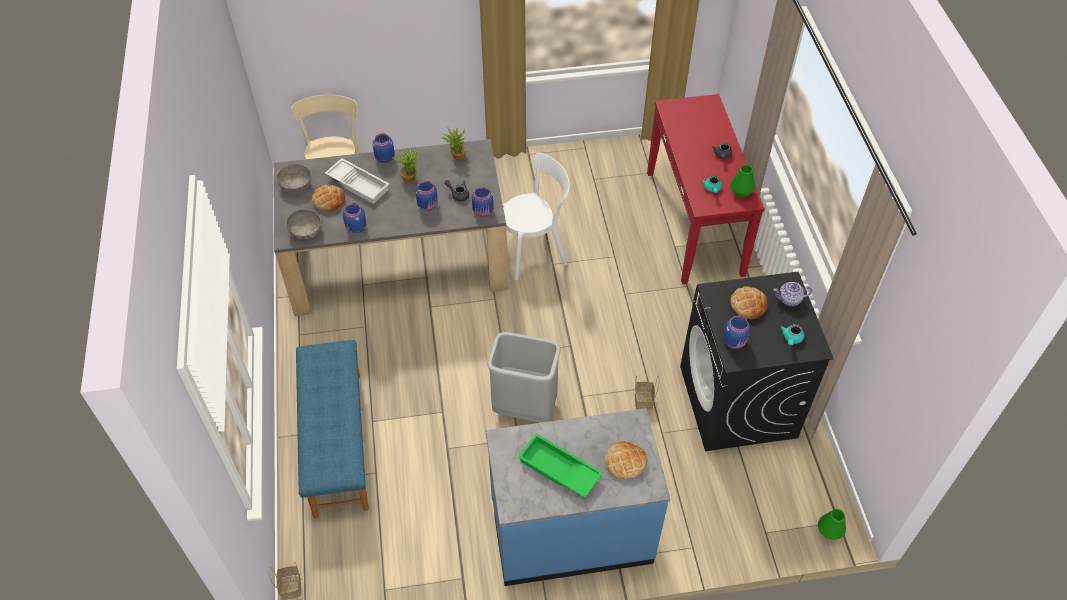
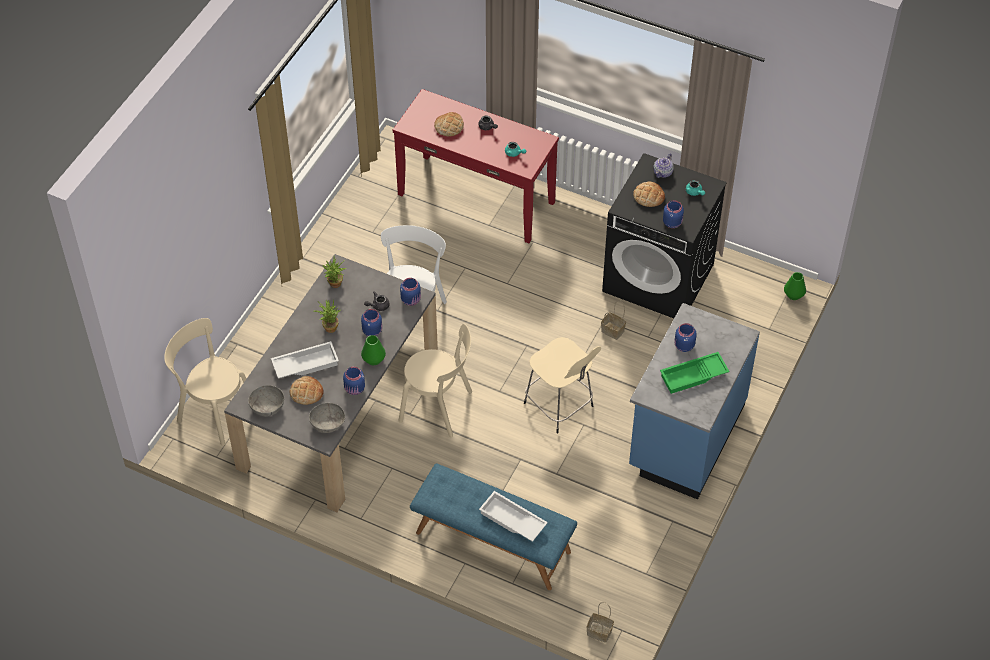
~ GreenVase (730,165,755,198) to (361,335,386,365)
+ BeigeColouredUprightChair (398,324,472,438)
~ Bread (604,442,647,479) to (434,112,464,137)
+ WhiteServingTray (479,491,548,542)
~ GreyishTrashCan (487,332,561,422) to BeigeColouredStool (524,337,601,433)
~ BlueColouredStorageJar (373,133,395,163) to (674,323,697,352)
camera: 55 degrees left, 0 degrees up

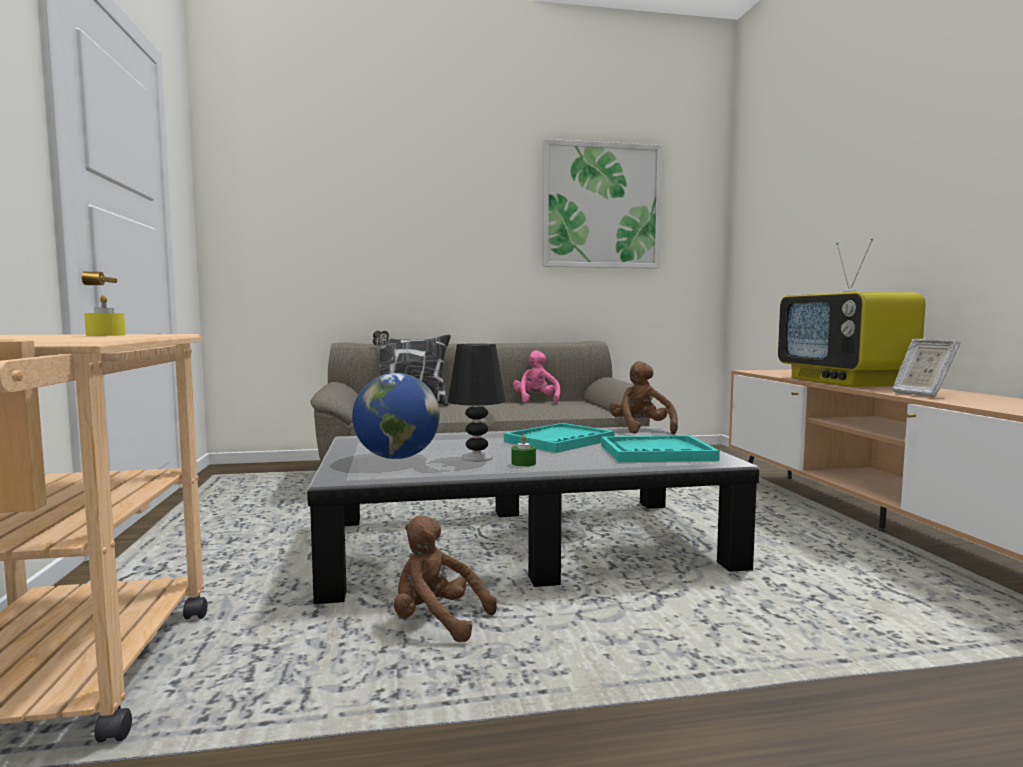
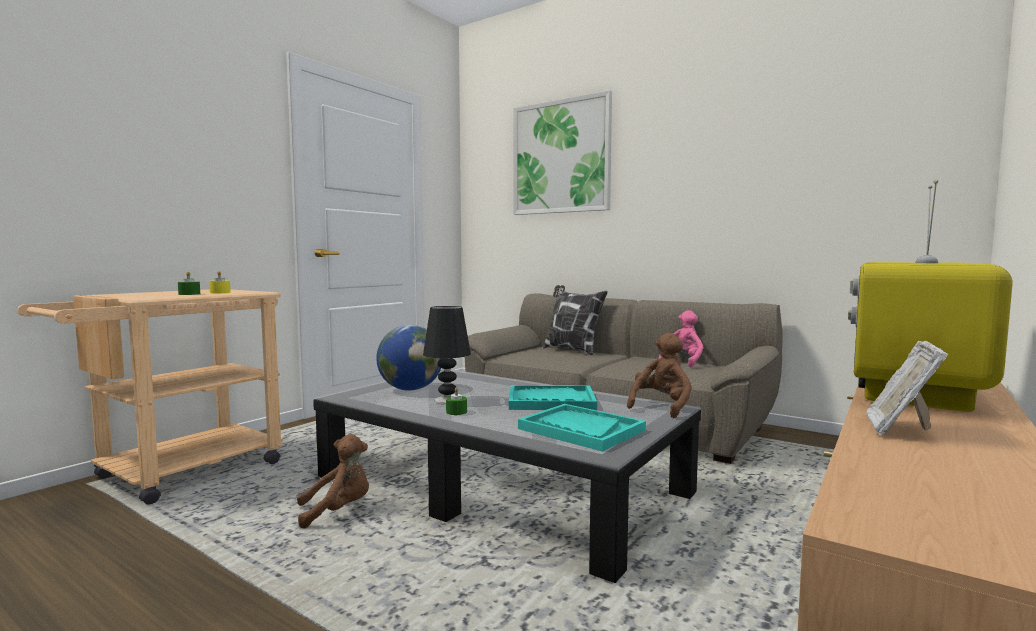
+ GreenWaxCandle (178,271,200,295)
~ BrownishSoftToy (394,515,497,642) = (297,434,369,528) 90 degrees clockwise
~ Picture (542,139,663,269) to (513,90,612,215)
camera: 45 degrees right, 0 degrees up

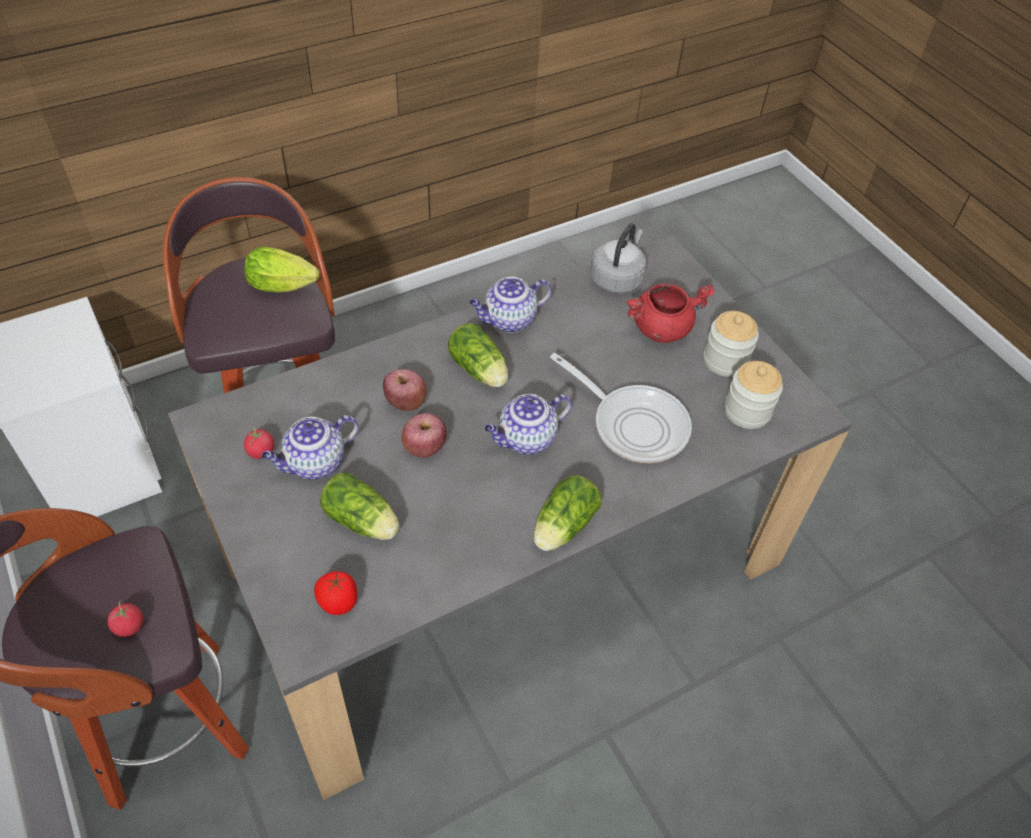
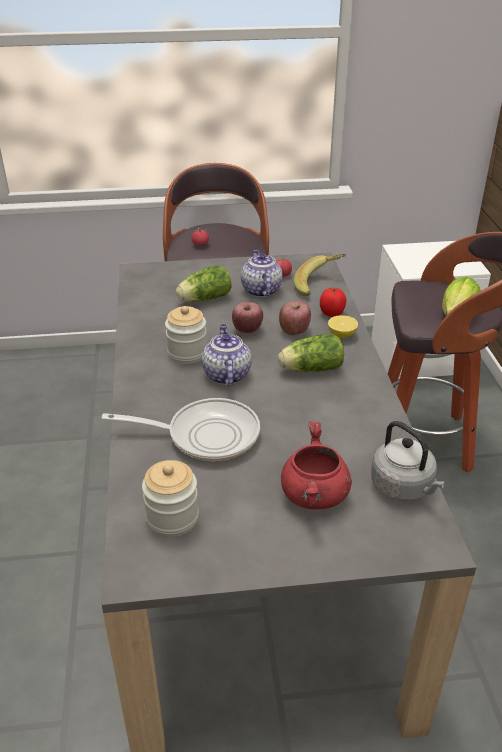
~ FryingPan (550,353,692,463) = (102,398,260,461) 150 degrees counterclockwise
~ StorageJar (703,311,759,377) to (165,306,207,364)
+ BananaFruit (294,254,346,296)
~ Tomato (314,571,357,615) to (320,288,346,317)
+ CitrusFruit (328,315,358,338)
- Teapot (469,277,552,333)
- Lettuce (534,475,602,551)
camera: 115 degrees right, 15 degrees down

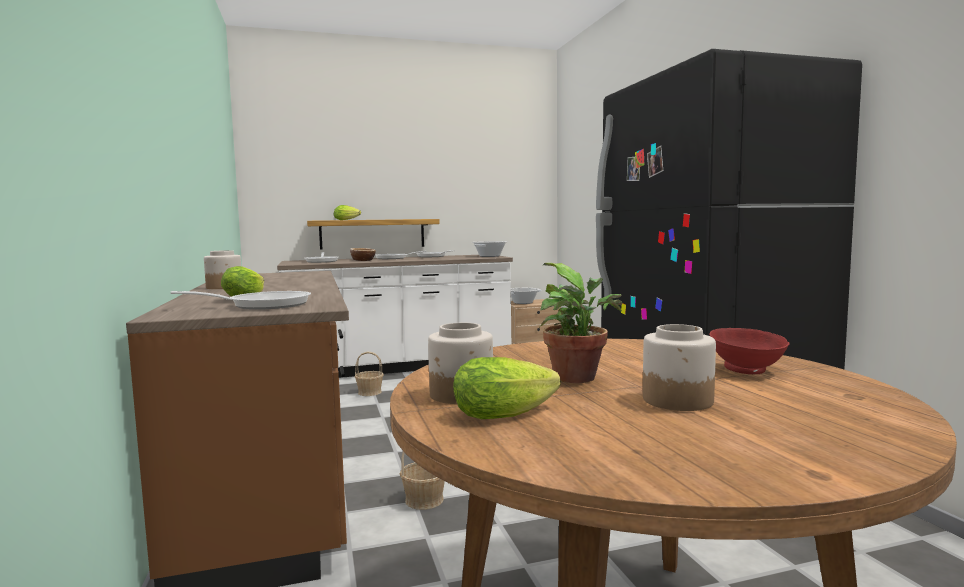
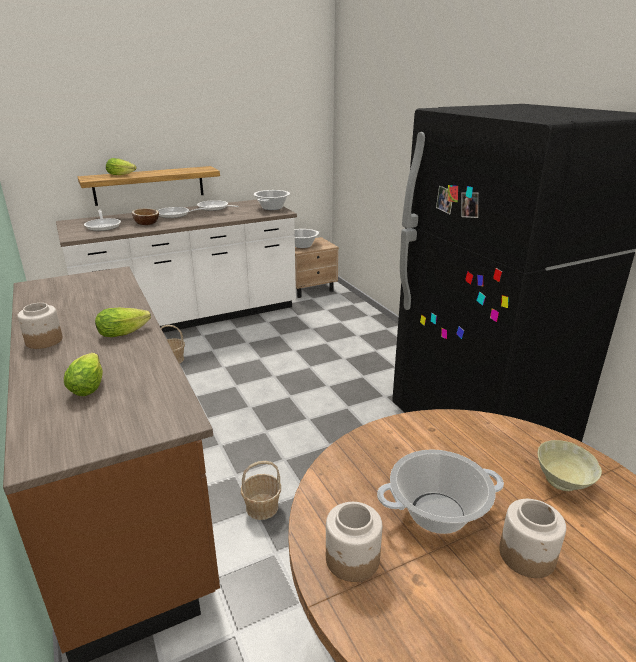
~ Lettuce (453,357,561,419) to (95,308,151,337)
~ PlantInAPot (539,263,623,383) to Saucepot (377,449,504,534)
~ RedColouredDeepDish (709,328,789,374) to BeigeColouredDeepDish (538,440,602,491)
- FryingPan (170,291,311,310)
camera: 10 degrees left, 20 degrees up

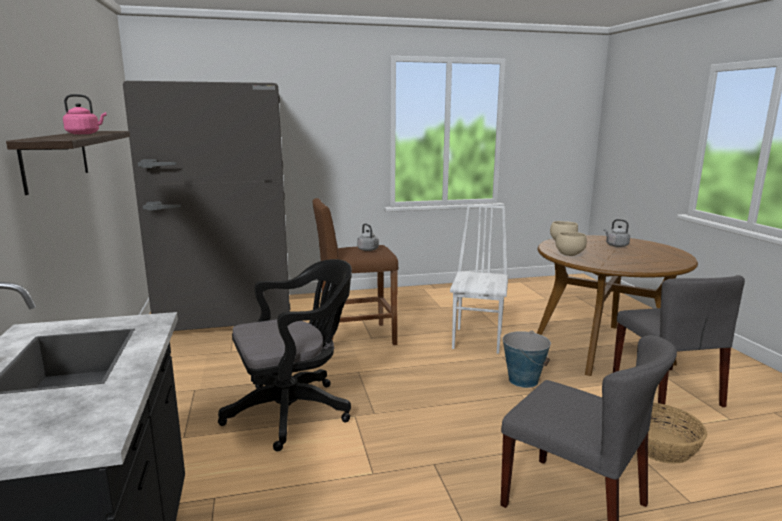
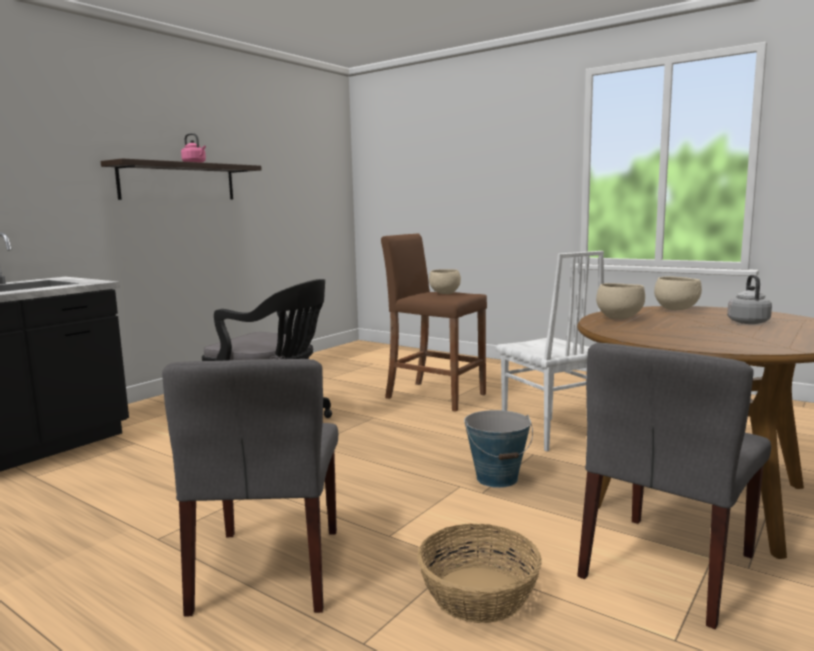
~ GreyishKettle (357,223,379,251) to BeigeColouredDeepDish (429,269,461,294)
~ WhiteUprightChair (450,205,509,354) = (495,251,604,451) 90 degrees clockwise
- GreyishRefrigerator (123,81,290,331)
camera: 50 degrees right, 5 degrees down

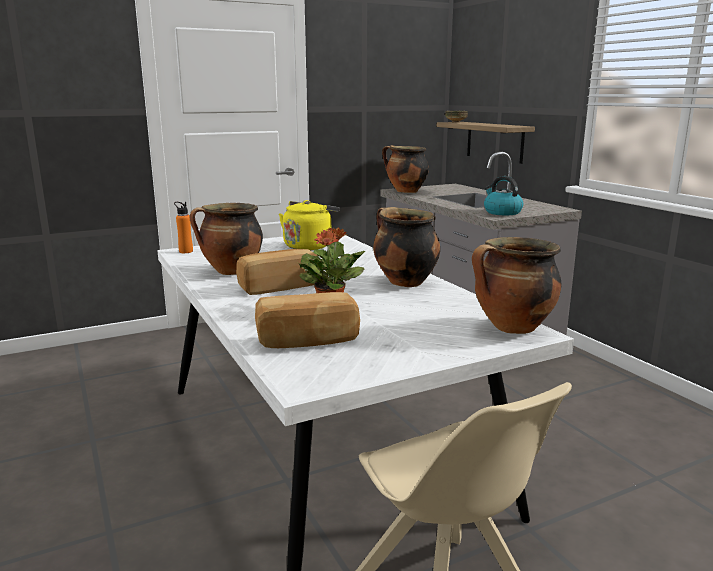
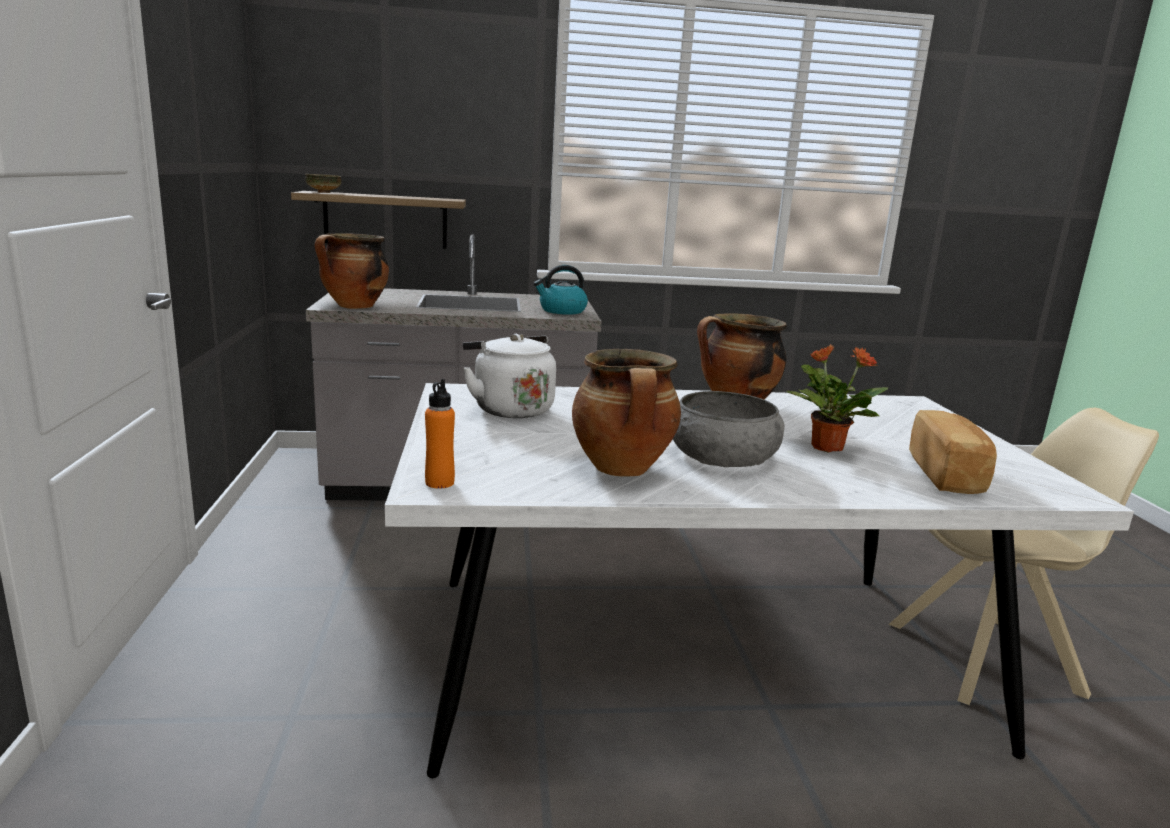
~ YellowishKettle (279,200,340,250) to WhiteKettle (463,334,556,418)
~ Bread (236,249,317,295) to GreyishDeepDish (673,391,784,467)
- Saucepot (472,237,561,334)
camera: 70 degrees left, 0 degrees up

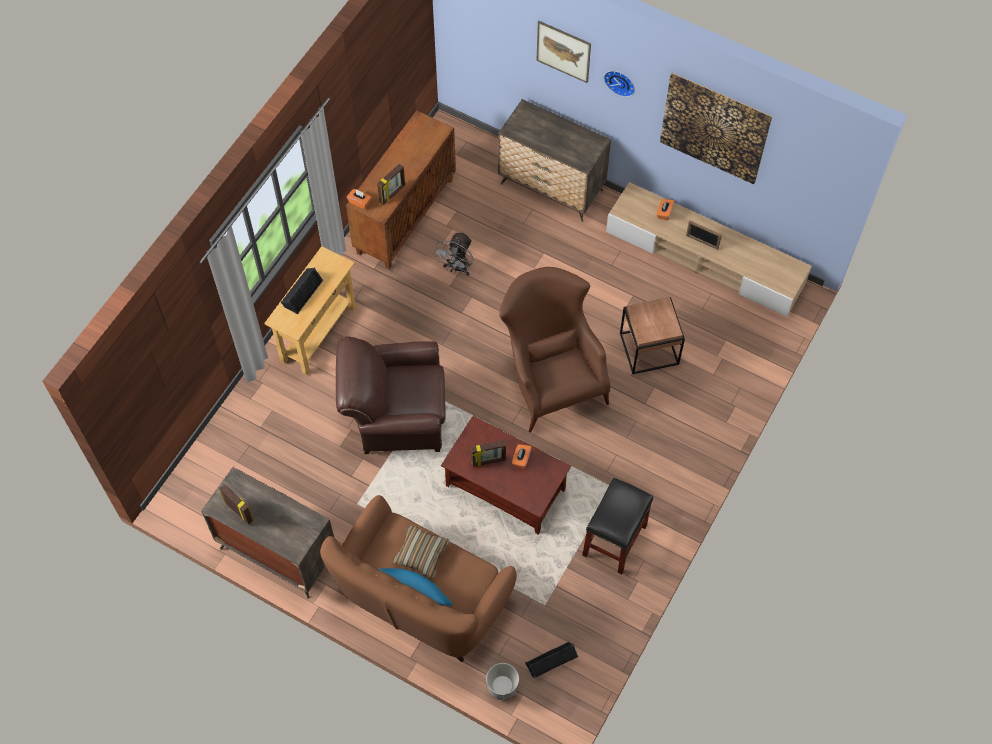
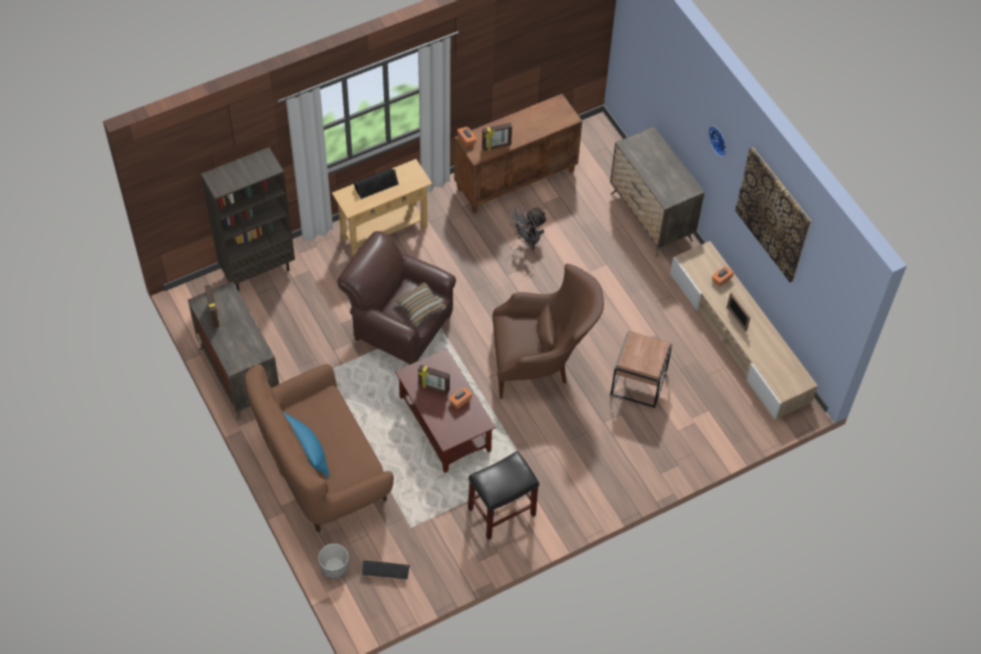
+ BrownishBookshelf (201,147,295,291)
~ Cushion (393,525,450,578) to (394,282,446,326)
~ BrownishArmchair (499,267,610,432) = (492,264,604,399) 75 degrees clockwise
- Picture (536,21,591,83)
camera: 30 degrees right, 5 degrees down

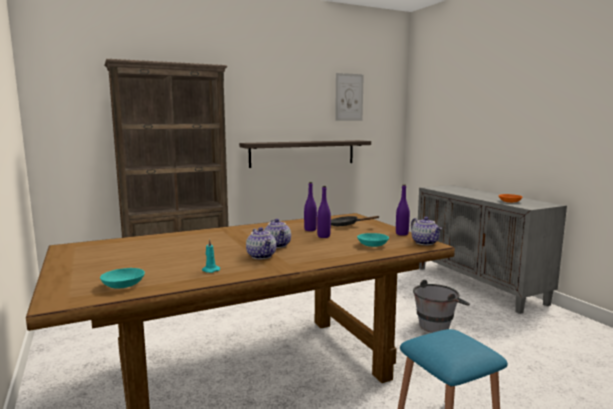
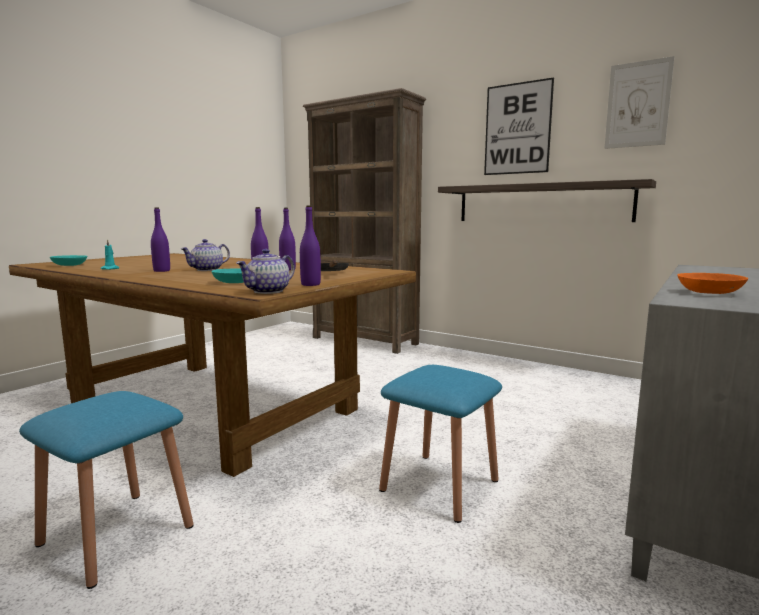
~ Teapot (246,227,276,259) to PurpleColouredBeverageBottle (151,207,170,272)
~ GreyishWaterBucket (413,280,470,333) to BlueColouredStool (379,365,502,523)
+ Picture (484,77,554,175)
camera: 60 degrees right, 0 degrees up

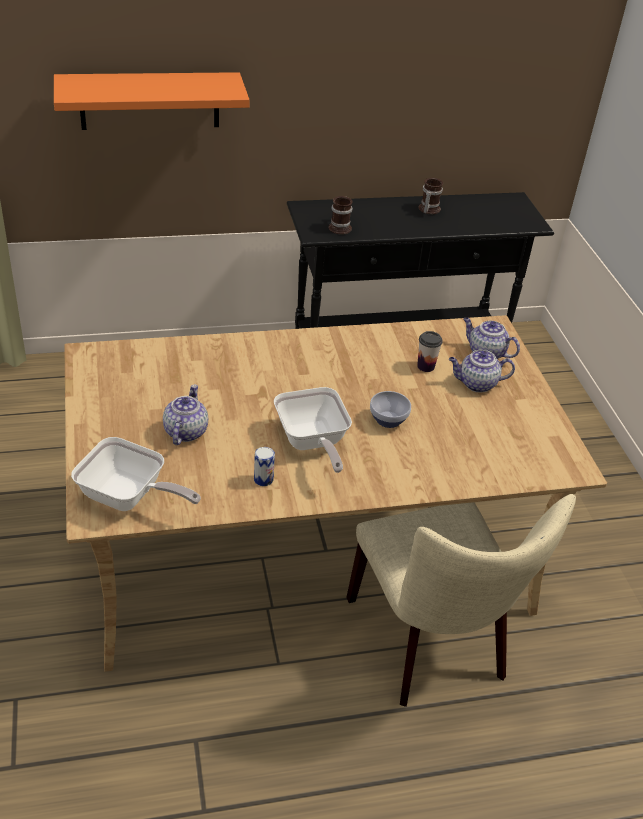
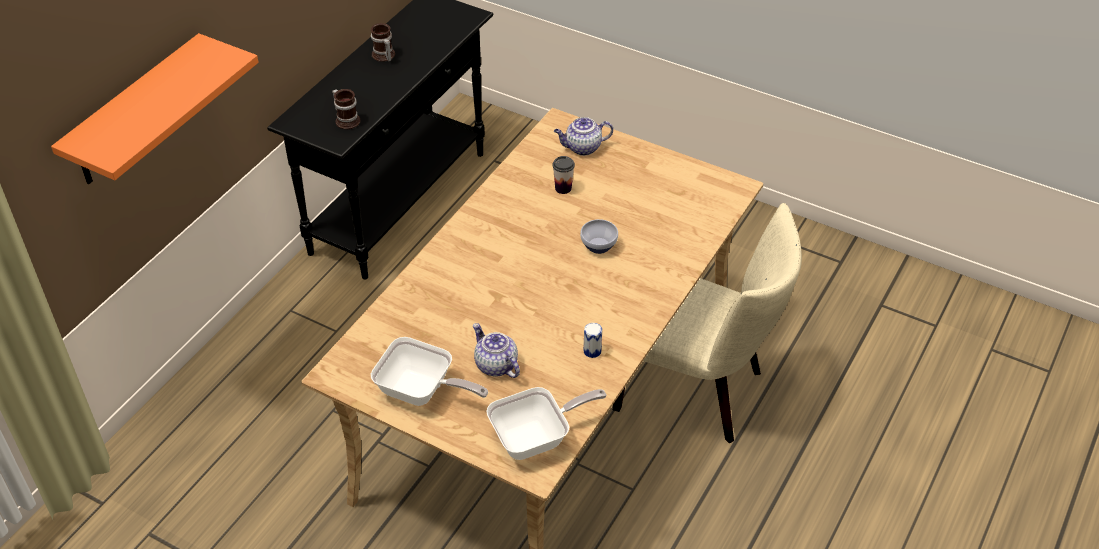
~ FryingPan (274,387,352,473) to (371,337,488,406)
- Teapot (449,350,515,392)
camera: 45 degrees left, 5 degrees up

